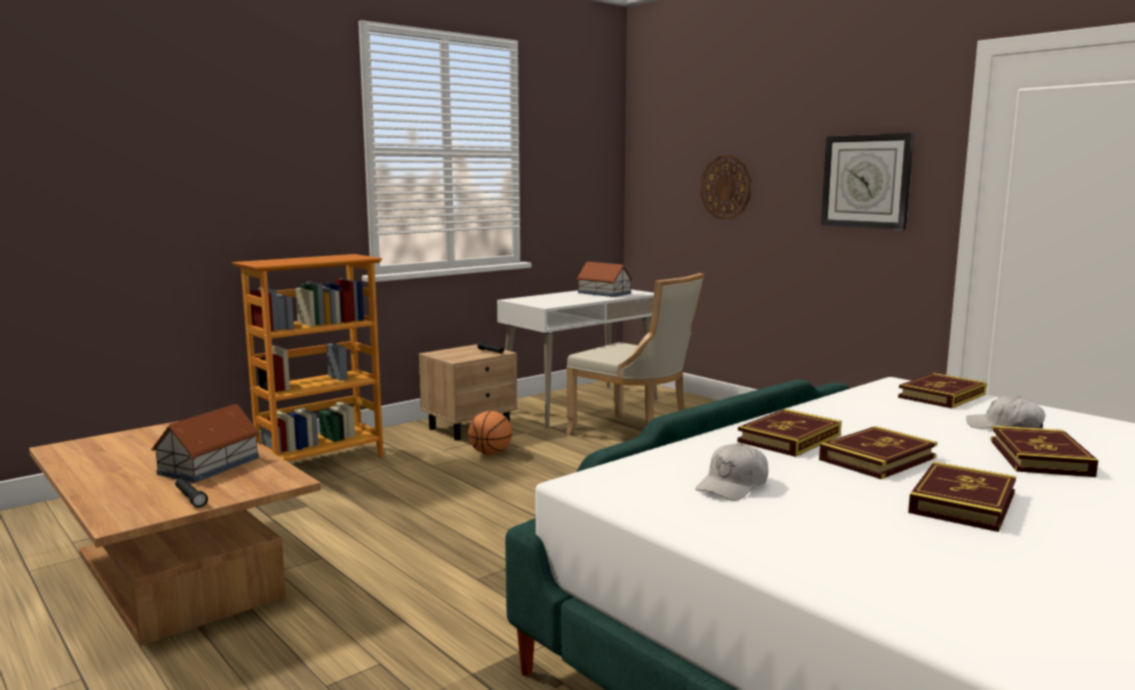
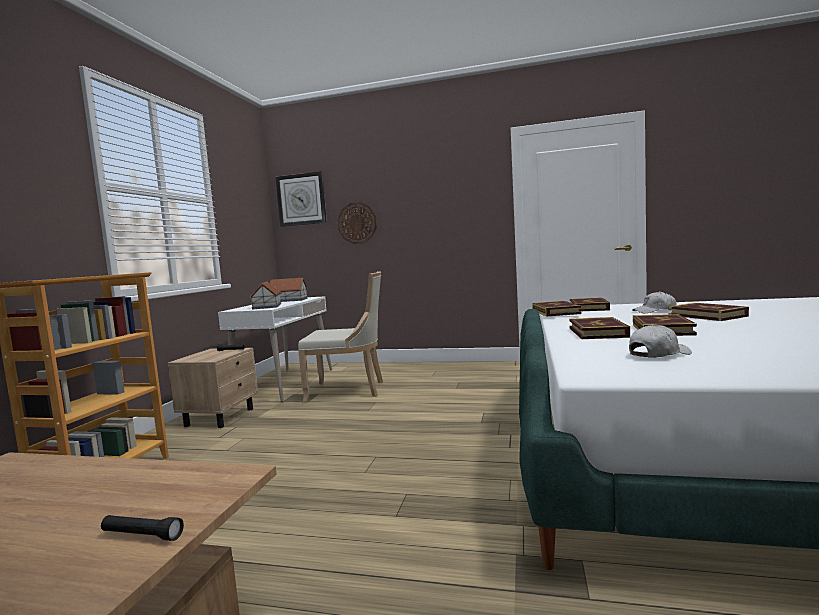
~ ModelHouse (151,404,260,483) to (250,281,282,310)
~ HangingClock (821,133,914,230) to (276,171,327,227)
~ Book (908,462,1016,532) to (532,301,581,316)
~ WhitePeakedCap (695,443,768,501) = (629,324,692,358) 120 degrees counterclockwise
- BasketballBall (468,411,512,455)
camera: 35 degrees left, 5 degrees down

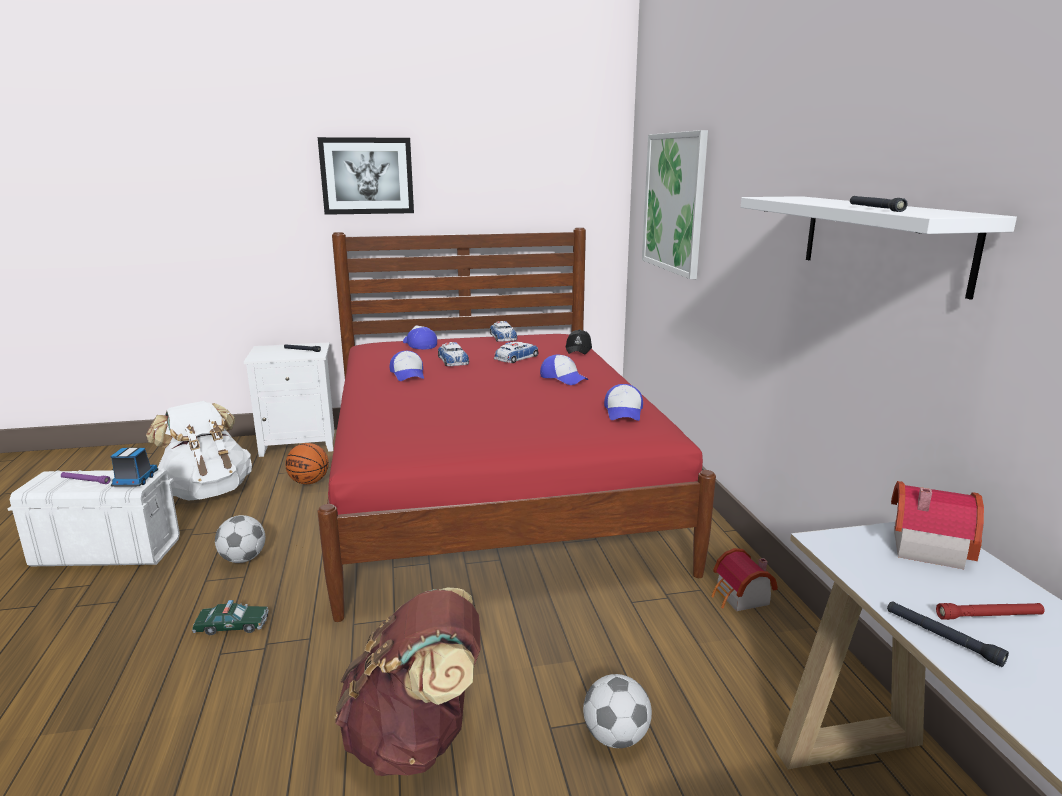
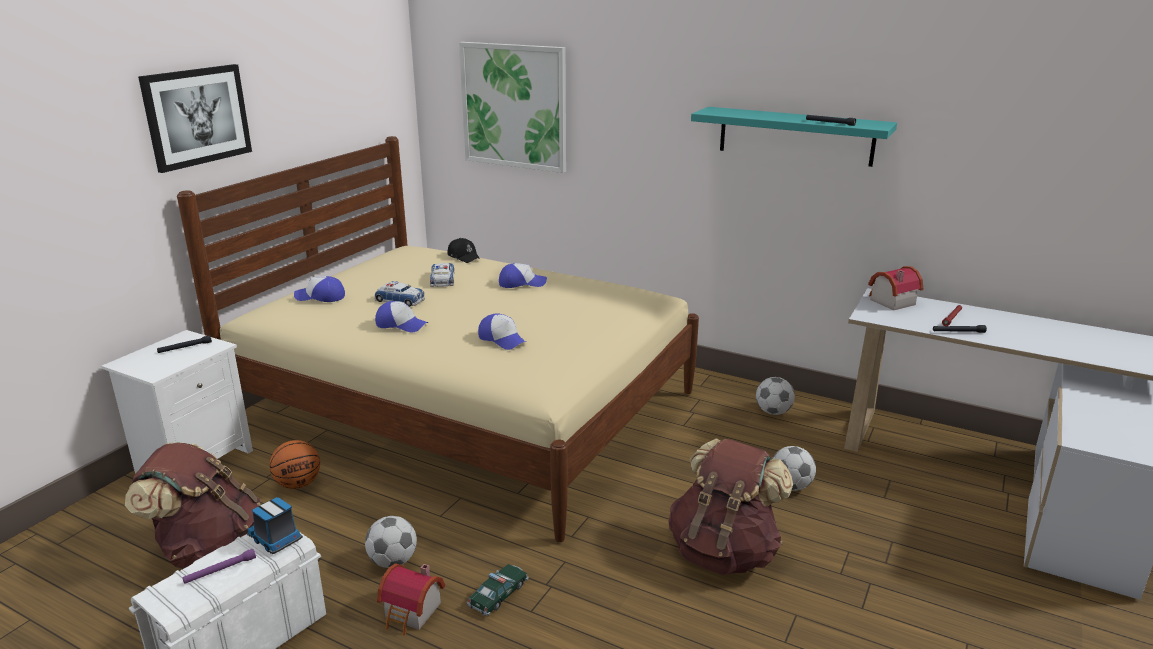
~ WhiteRucksack (146,401,252,500) to BrownishRucksack (125,442,261,568)
~ RedColouredBedroomBed (317,227,716,622) to BeigeColouredBedroomBed (177,136,699,542)
~ ModelHouse (711,548,778,611) to (377,563,445,635)
~ PeakedCap (604,384,643,421) to (478,313,526,350)
~ WhiteShelf (741,196,1017,300) to TurquoiseColouredShelf (691,107,897,167)
+ Football (756,377,795,415)
- ToyCar (490,321,517,342)
camera: 50 degrees left, 5 degrees up

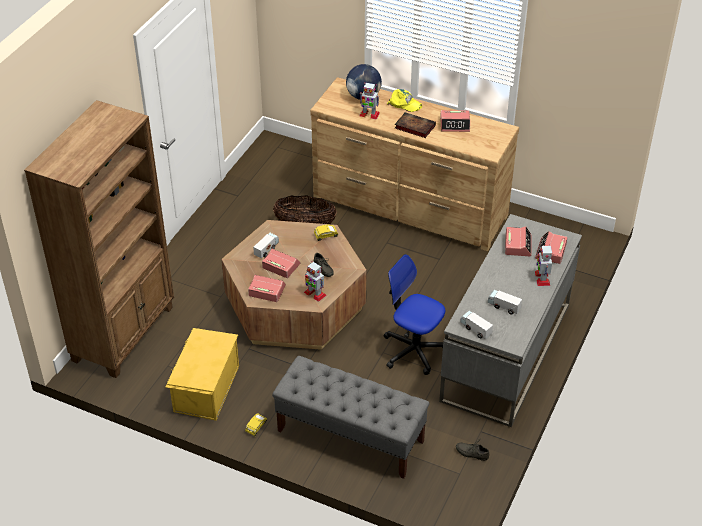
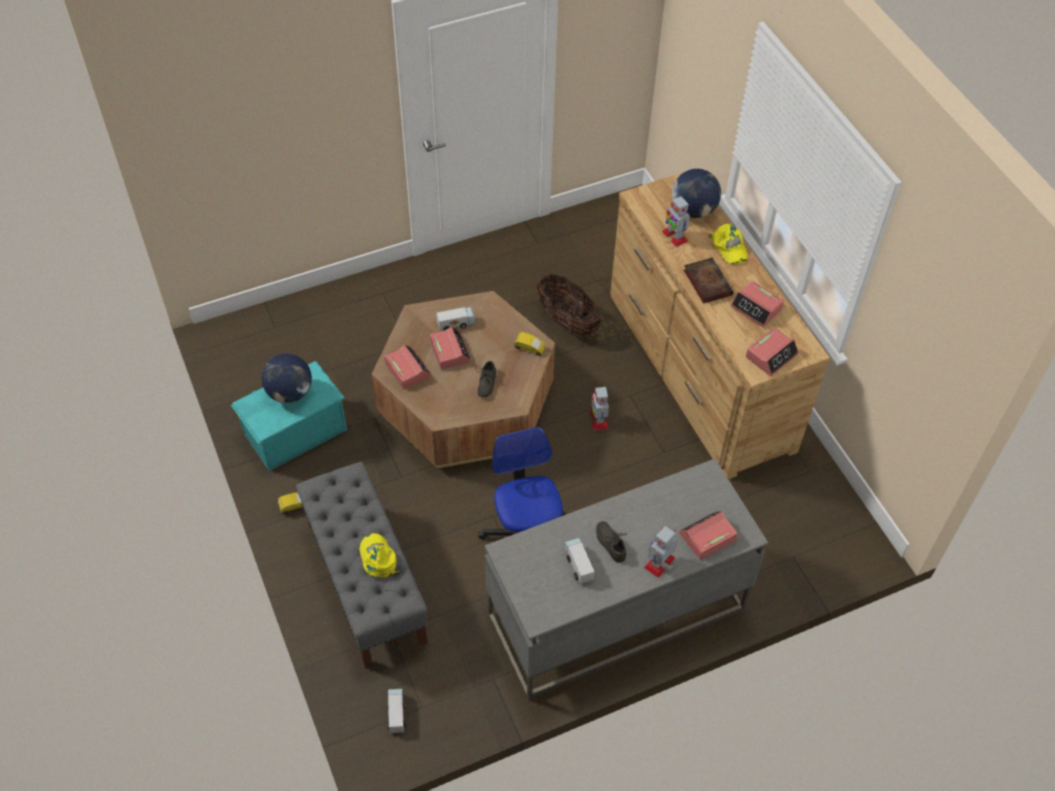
~ YellowishStorageContainer (165,328,239,421) to TurquoiseColouredStorageContainer (231,361,347,471)
+ Globe (261,354,312,403)
+ YellowishPeakedCap (359,533,399,578)
~ ModelTruck (460,311,493,339) to (387,689,406,733)
~ RobotFigure (304,261,327,302) to (590,385,609,430)
~ GreyishShoe (456,439,489,461) to (596,521,627,563)
~ BedsideClock (505,226,531,256) to (746,328,799,376)
- BrownishBookshelf (24,100,174,378)
camera: 40 degrees right, 10 degrees up

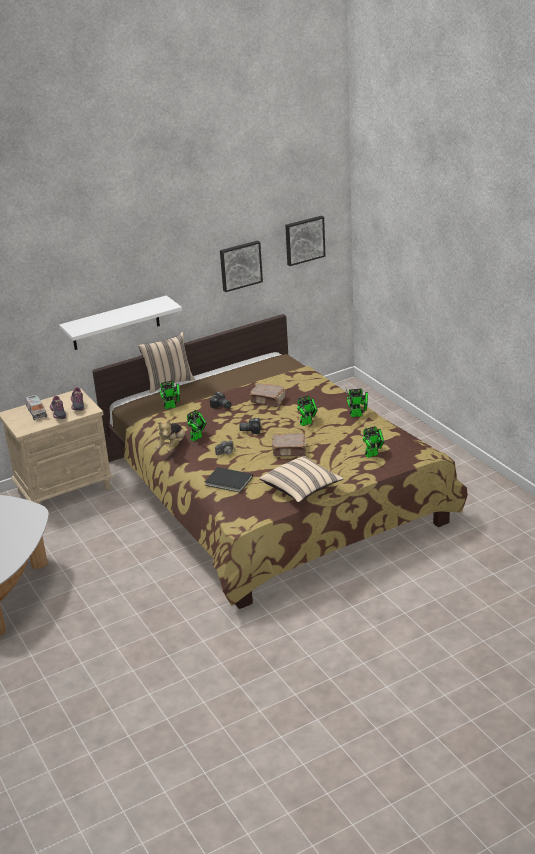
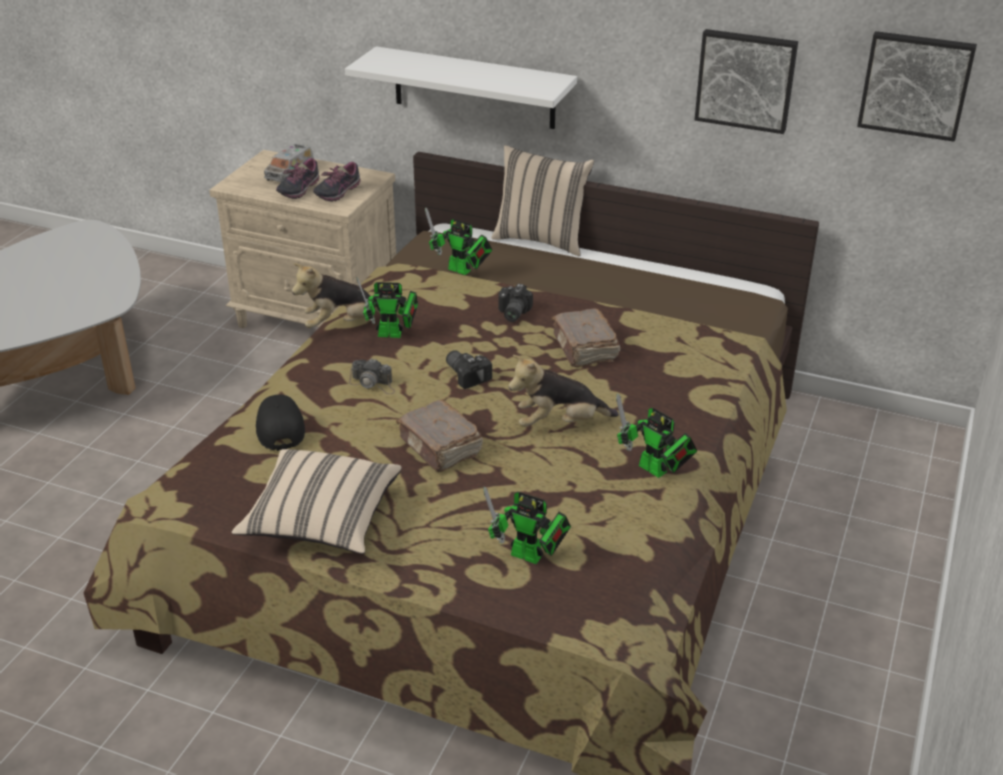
~ BlackColouredBook (205,467,253,493) to BlackColouredPeakedCap (256,395,305,451)
~ RobotFigure (297,396,318,426) to SoftToy (508,355,619,427)
camera: 50 degrees right, 5 degrees up

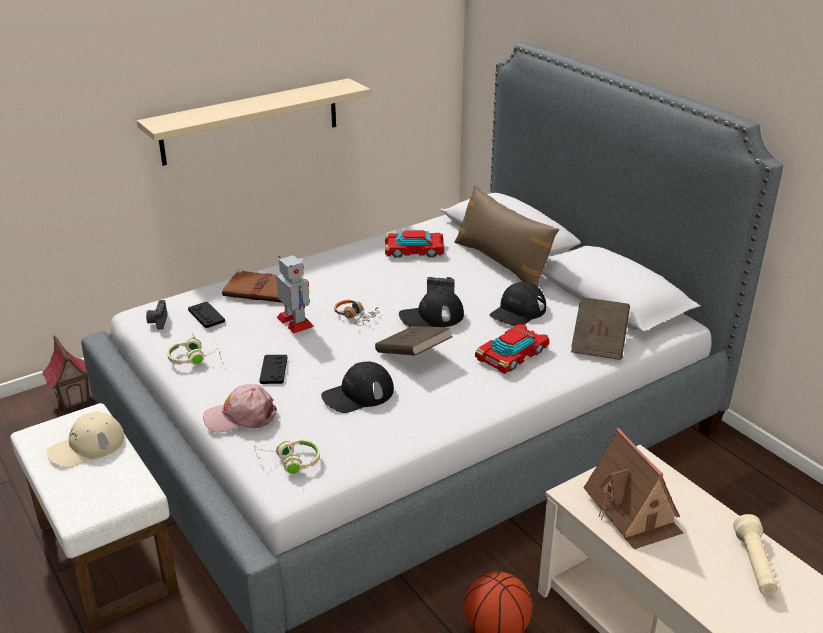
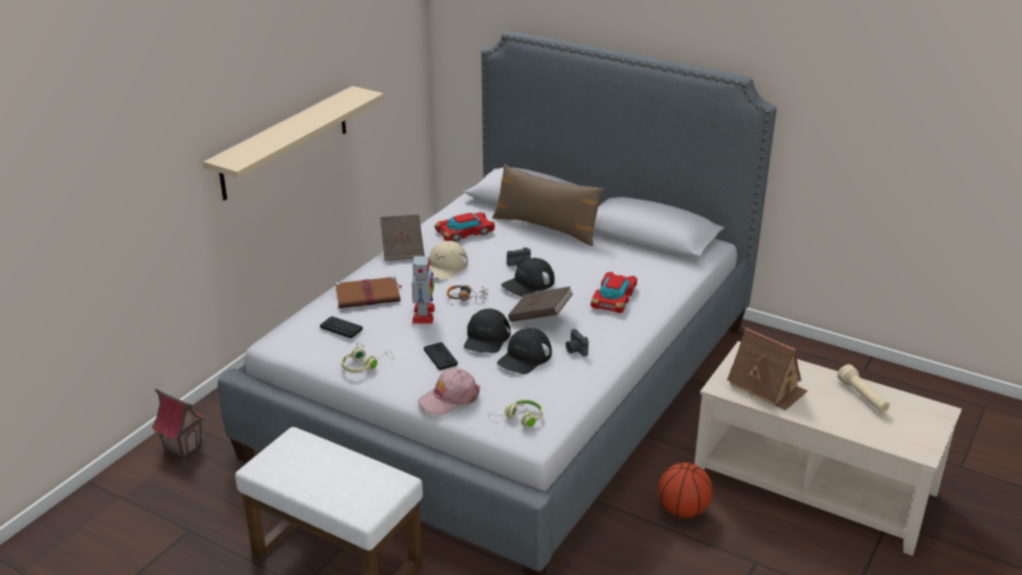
~ BrownishBook (571,297,630,360) to (380,215,424,261)
~ RobotFigure (276,255,314,333) = (412,253,435,324) 60 degrees clockwise
~ BeigeColouredPeakedCap (46,412,125,468) to (429,241,468,279)
~ BlackColouredPeakedCap (490,282,546,326) to (464,309,511,353)
~ StillCamera (146,300,167,330) to (566,329,589,357)
camera: 25 degrees left, 0 degrees up

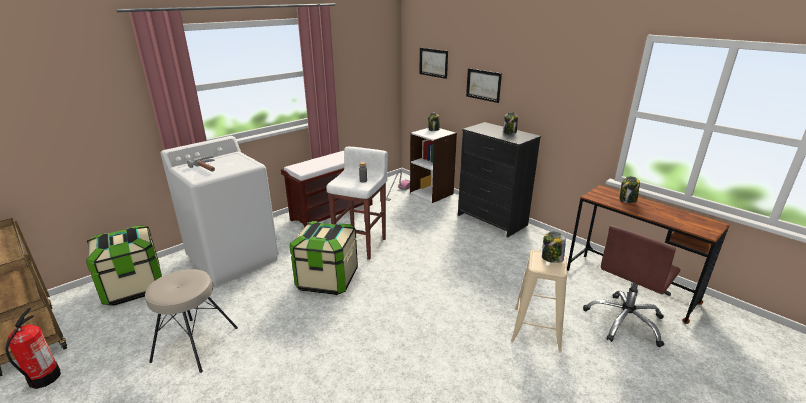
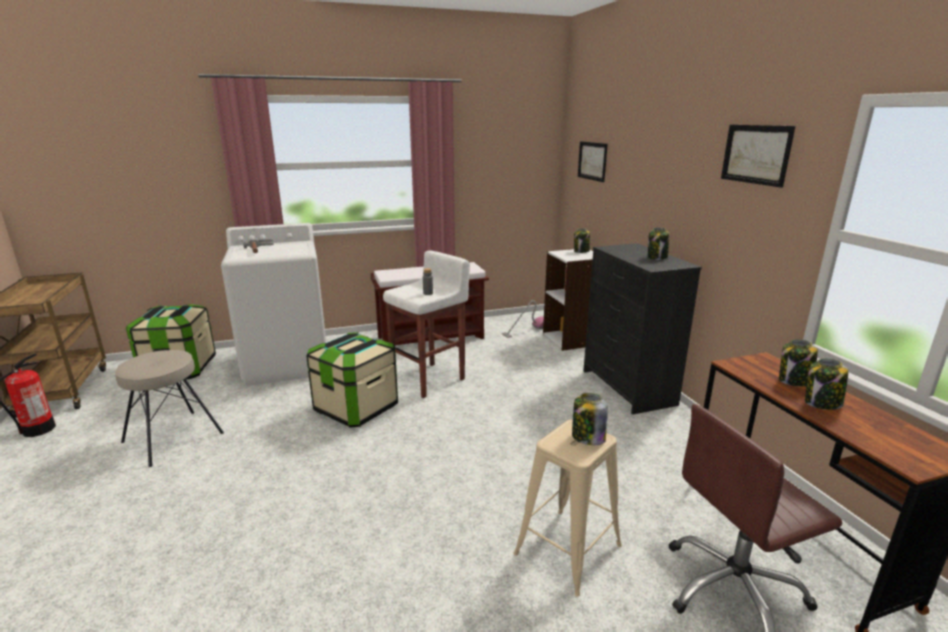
~ Picture (466,68,502,103) to (721,125,795,188)
+ StorageJar (805,358,848,410)
camera: 25 degrees right, 5 degrees down

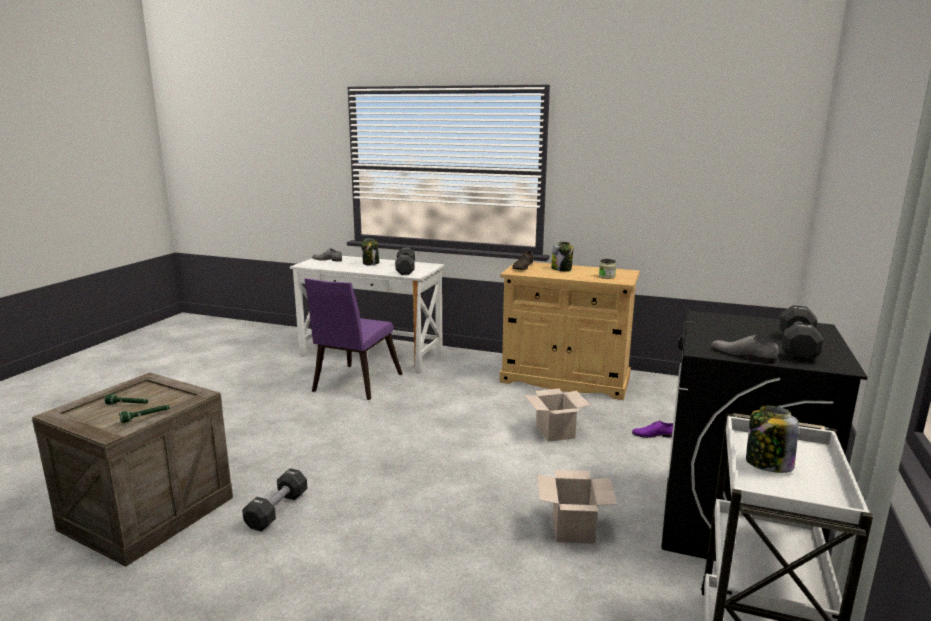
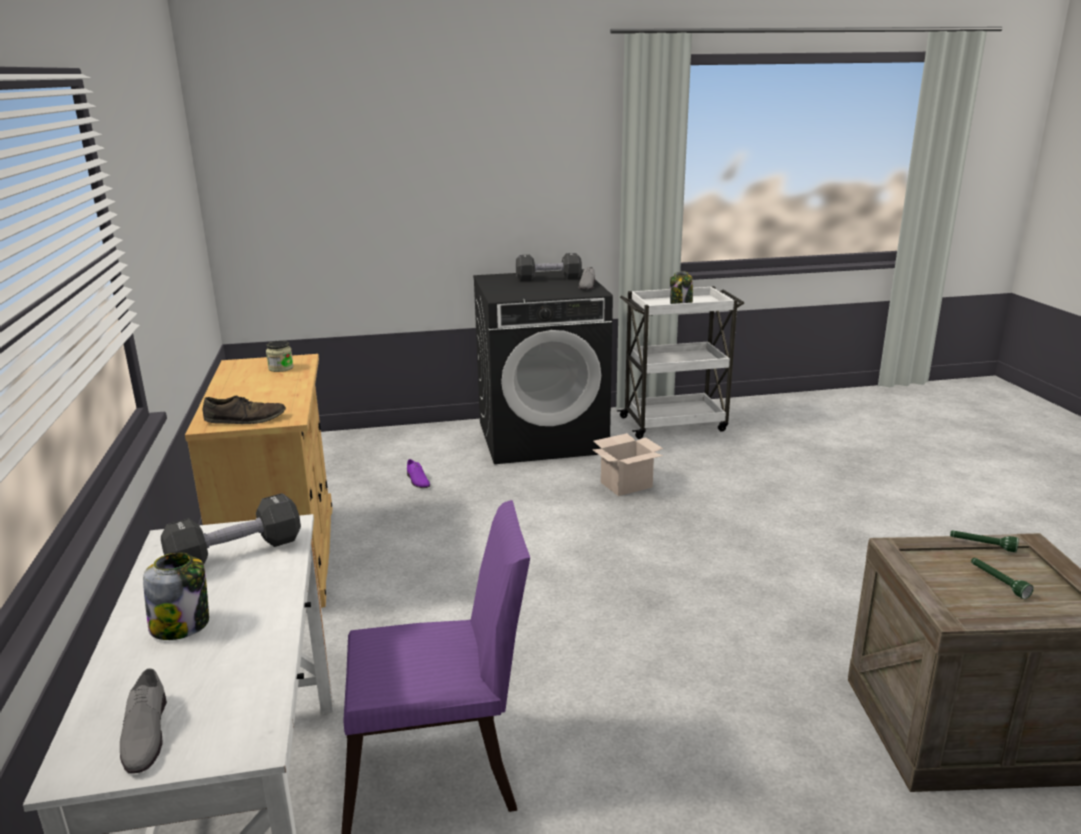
- BlackColouredHandWeight (242,468,308,532)
- Carton (525,388,590,442)
- StorageJar (551,242,573,271)
camera: 120 degrees left, 5 degrees up

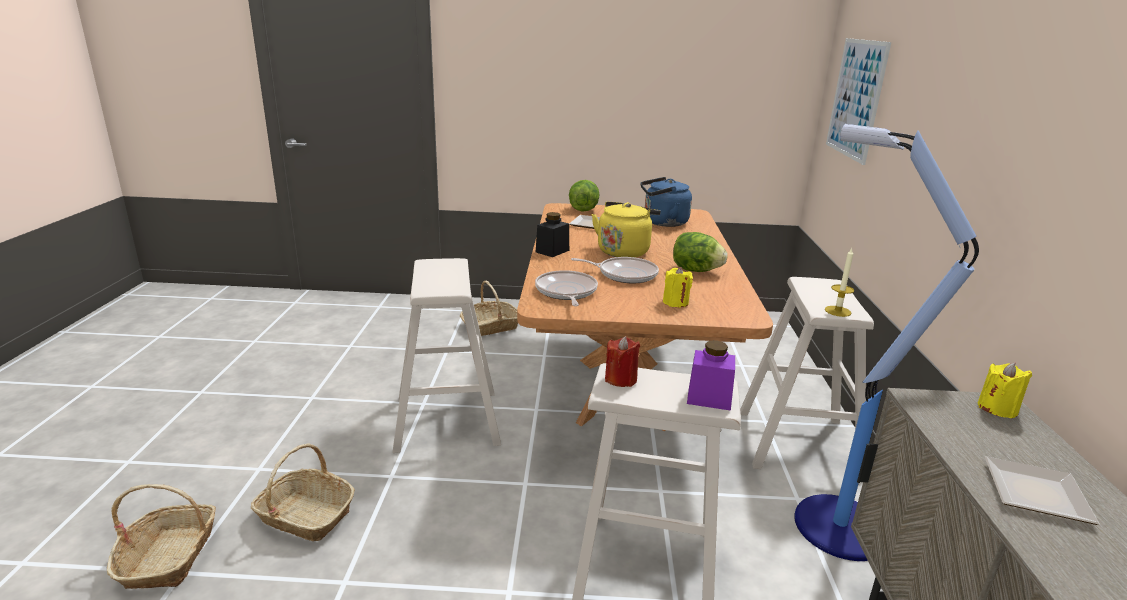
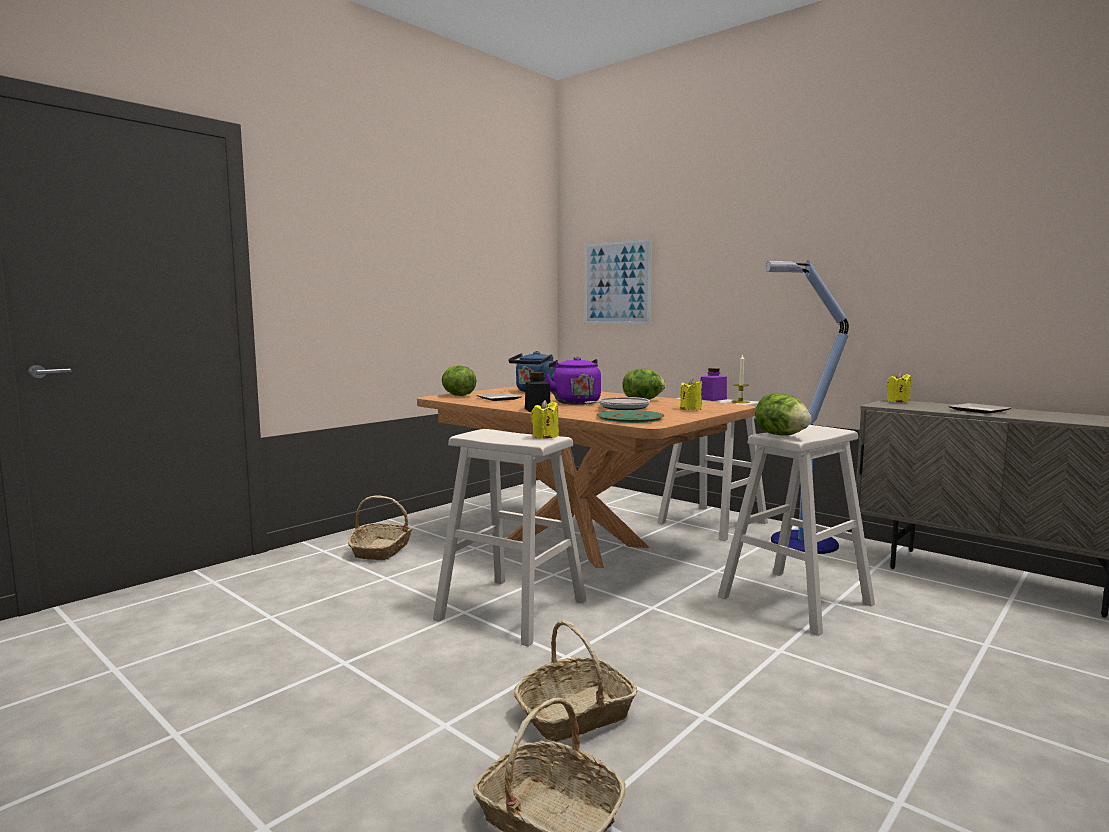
+ YellowishWaxCandle (531,400,559,439)
~ YellowishKettle (592,202,661,257) to PurpleColouredKettle (545,356,601,405)
~ FryingPan (535,270,598,306) to GreenDinnerPlate (596,410,665,423)
~ PurpleColouredStorageJar (687,340,735,411) to (700,368,727,401)
~ RedColouredWaxCandle (605,336,640,387) to Lettuce (755,393,812,436)
camera: 50 degrees left, 15 degrees down

